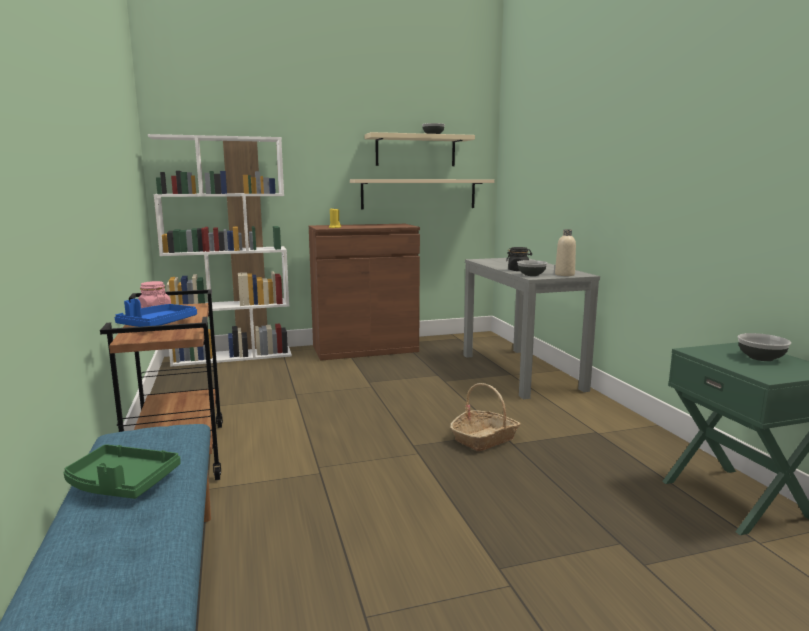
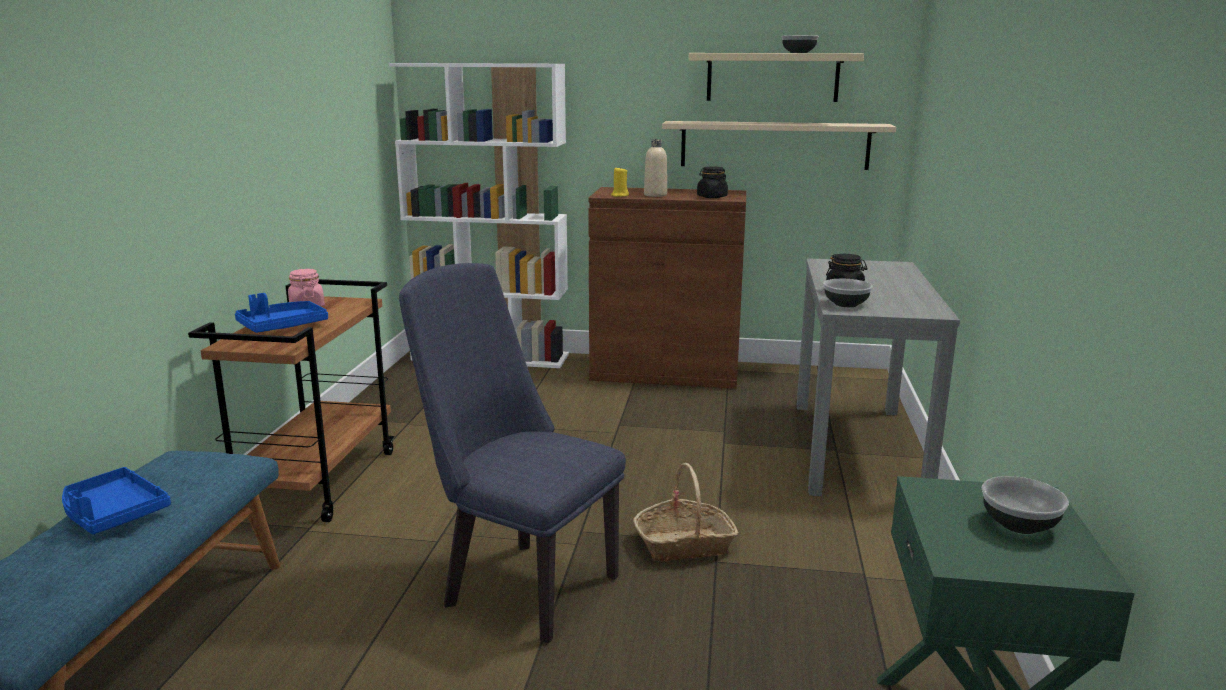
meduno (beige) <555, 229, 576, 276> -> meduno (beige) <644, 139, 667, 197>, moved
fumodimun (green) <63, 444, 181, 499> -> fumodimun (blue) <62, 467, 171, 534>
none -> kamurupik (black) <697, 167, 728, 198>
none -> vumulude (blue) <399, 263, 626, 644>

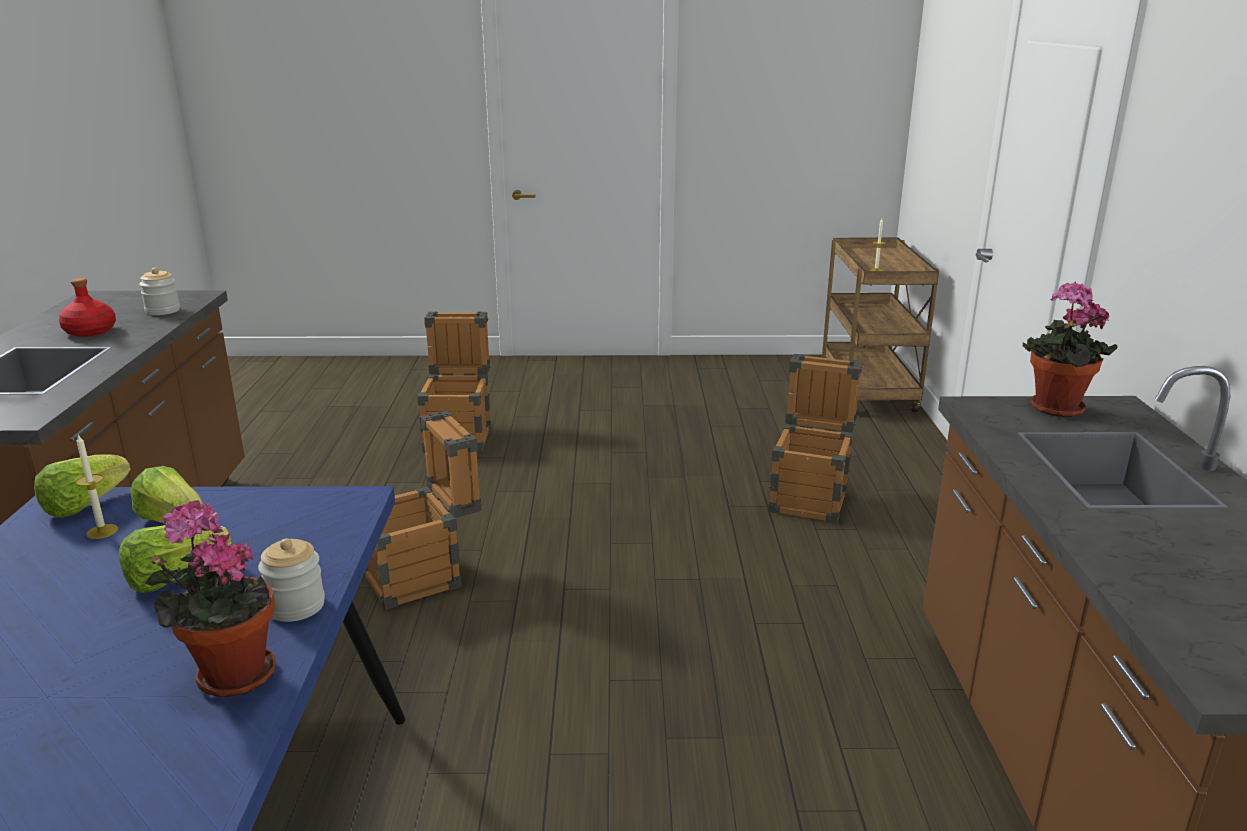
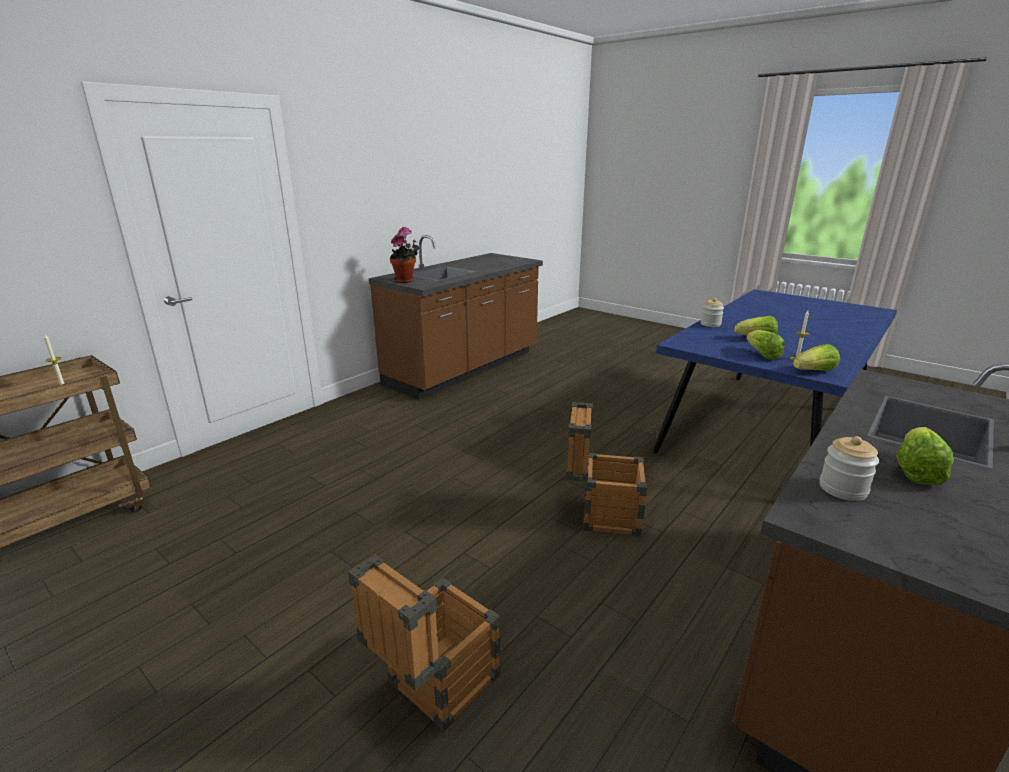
meduno (red) <59, 278, 116, 337> -> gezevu <896, 427, 954, 485>
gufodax <768, 354, 862, 523> -> none
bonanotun <145, 500, 276, 697> -> none

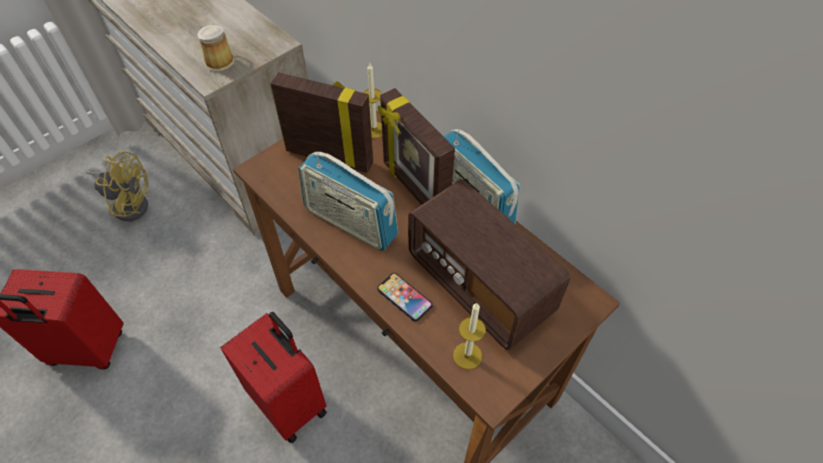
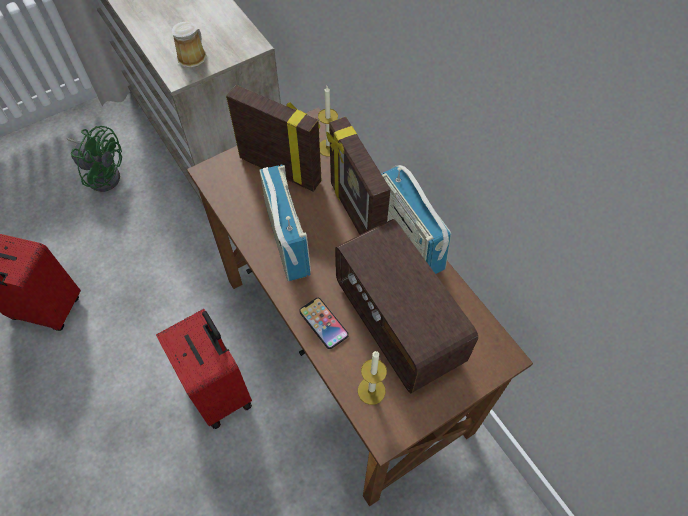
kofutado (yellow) <86, 152, 149, 222> -> kofutado (green) <67, 126, 122, 192>
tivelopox <299, 152, 398, 251> -> tivelopox <259, 165, 311, 281>, 150 degrees counterclockwise

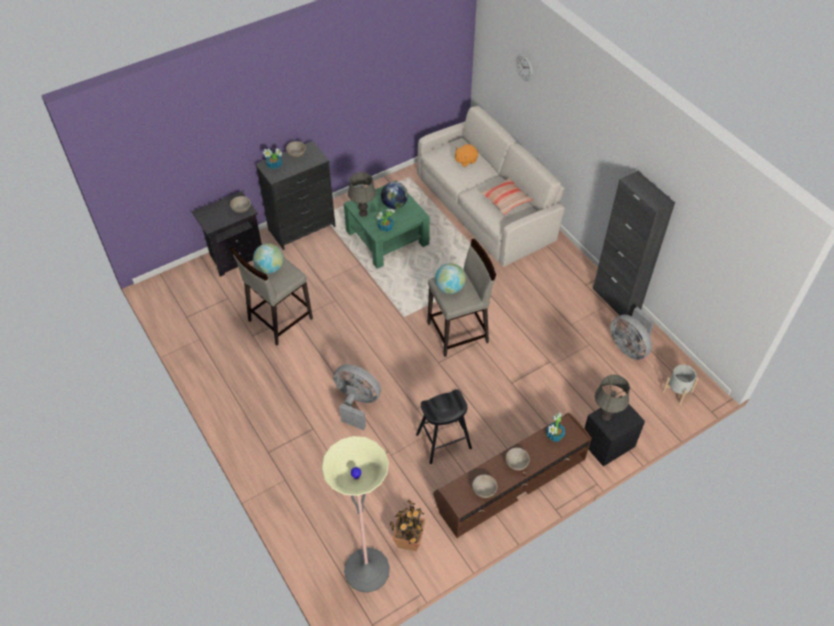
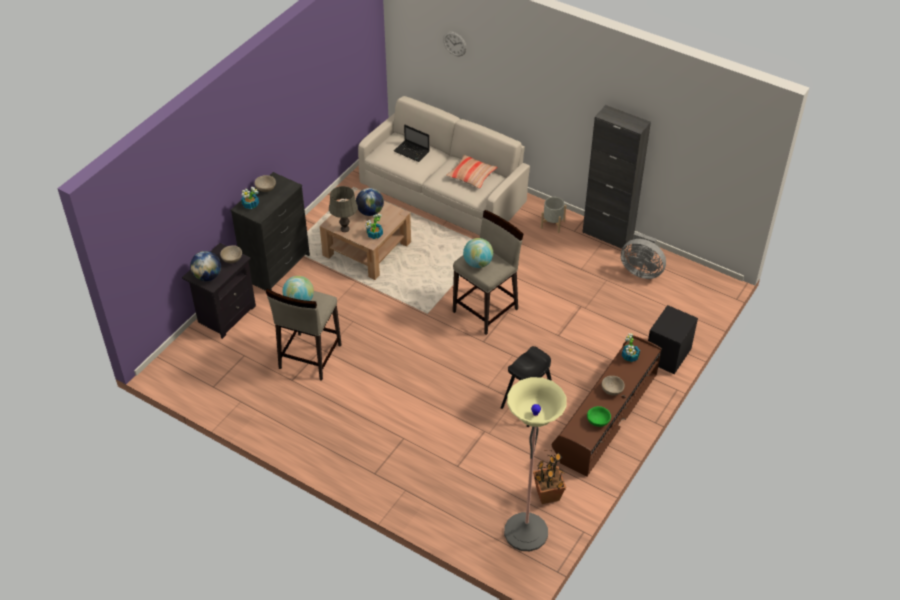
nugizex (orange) <455, 144, 478, 167> -> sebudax <394, 125, 429, 162>
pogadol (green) <344, 180, 430, 269> -> pogadol (brown) <320, 189, 411, 280>
kofutado (grey) <333, 364, 381, 430> -> none
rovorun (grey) <662, 365, 698, 405> -> rovorun (grey) <541, 197, 566, 233>, moved
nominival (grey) <595, 375, 630, 421> -> none
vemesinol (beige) <472, 474, 497, 498> -> vemesinol (green) <587, 406, 611, 427>
none -> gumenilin <190, 251, 221, 281>

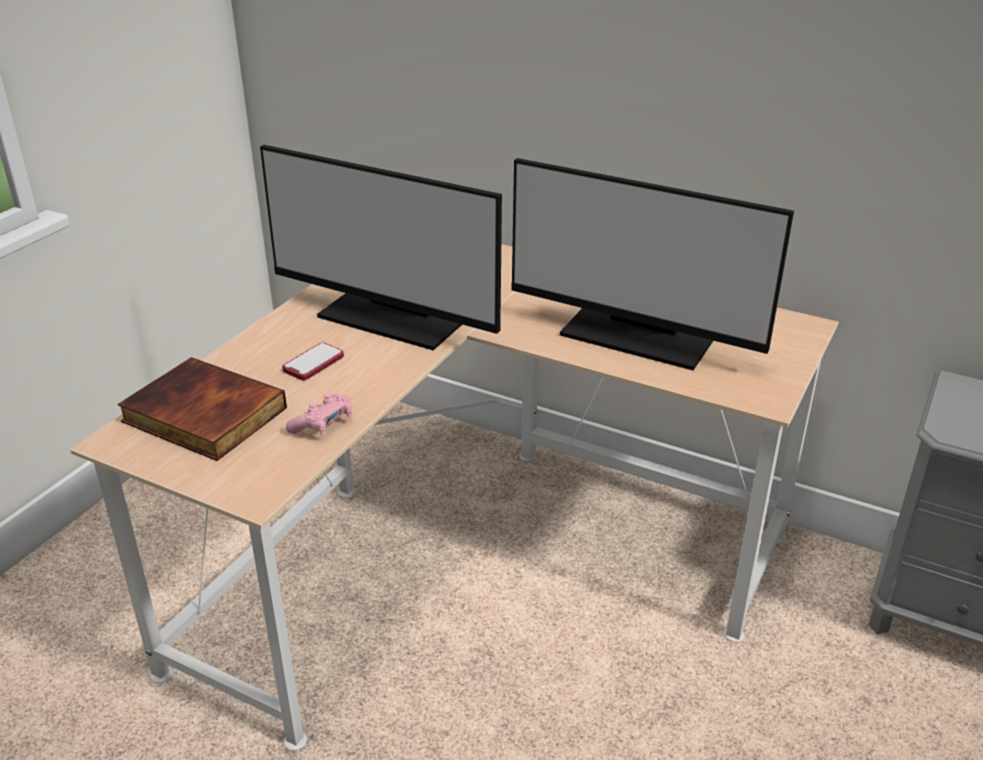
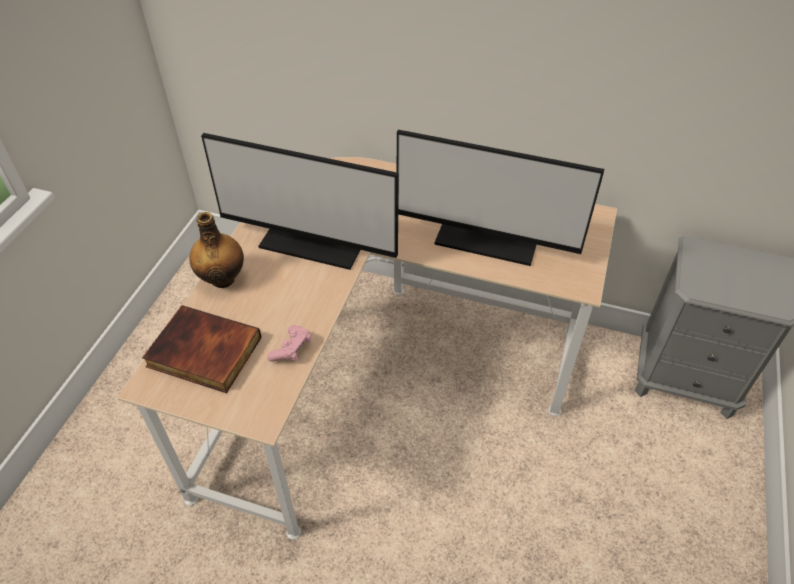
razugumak <282, 343, 344, 380> -> none
none -> meduno <189, 212, 244, 288>

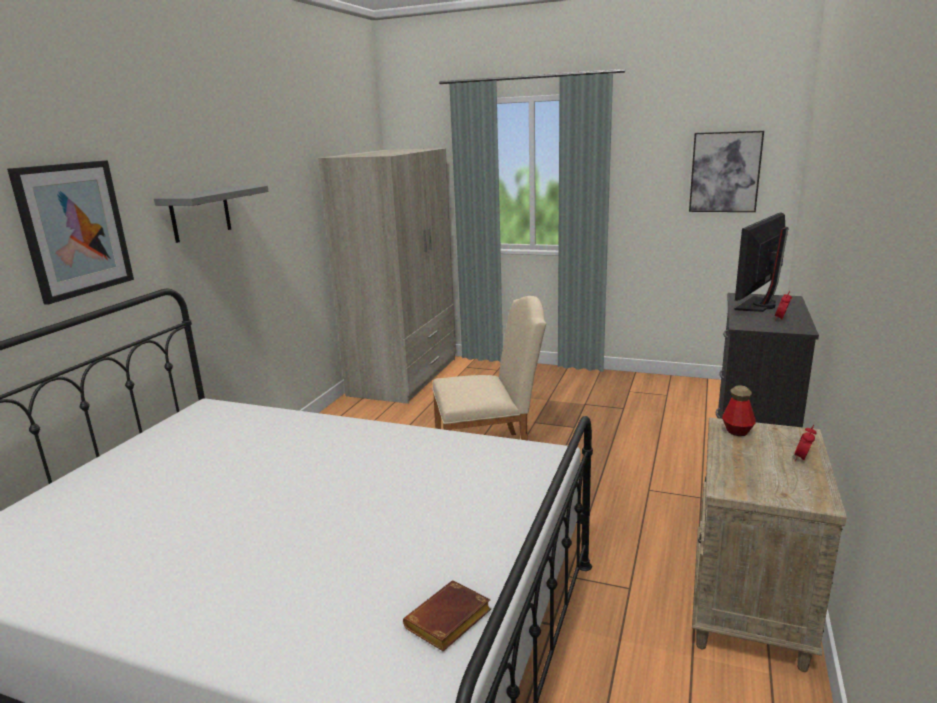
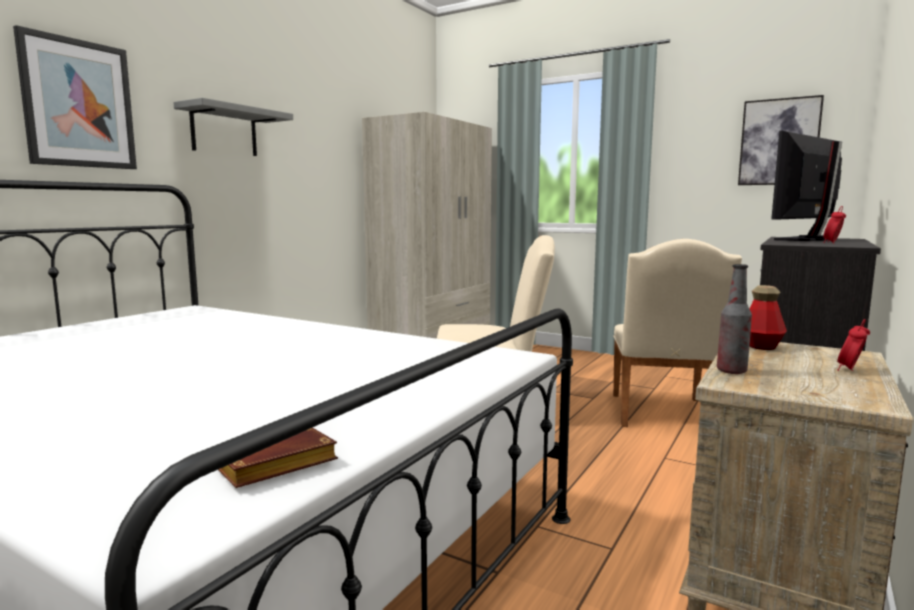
none -> vumulude (beige) <613, 239, 742, 427>
none -> meduno <717, 264, 752, 374>

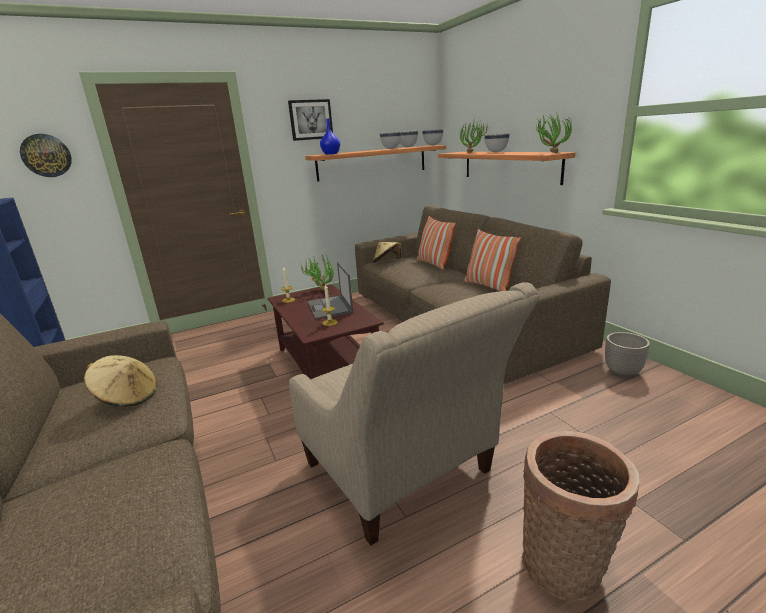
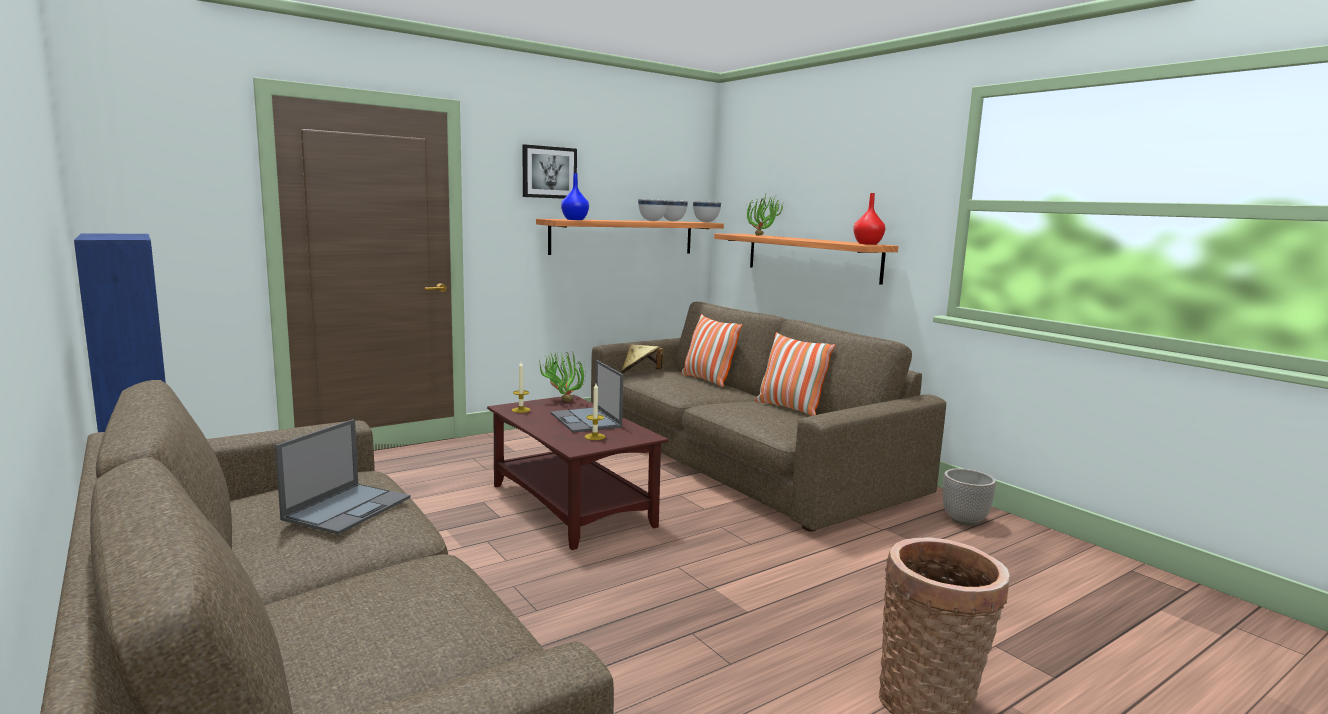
bonanotun <536, 112, 572, 153> -> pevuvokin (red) <853, 193, 885, 245>
vemesinol (white) <484, 133, 510, 152> -> none
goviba <20, 134, 72, 177> -> none
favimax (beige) <289, 282, 539, 545> -> none
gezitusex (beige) <84, 355, 157, 407> -> sebudax <275, 419, 410, 535>

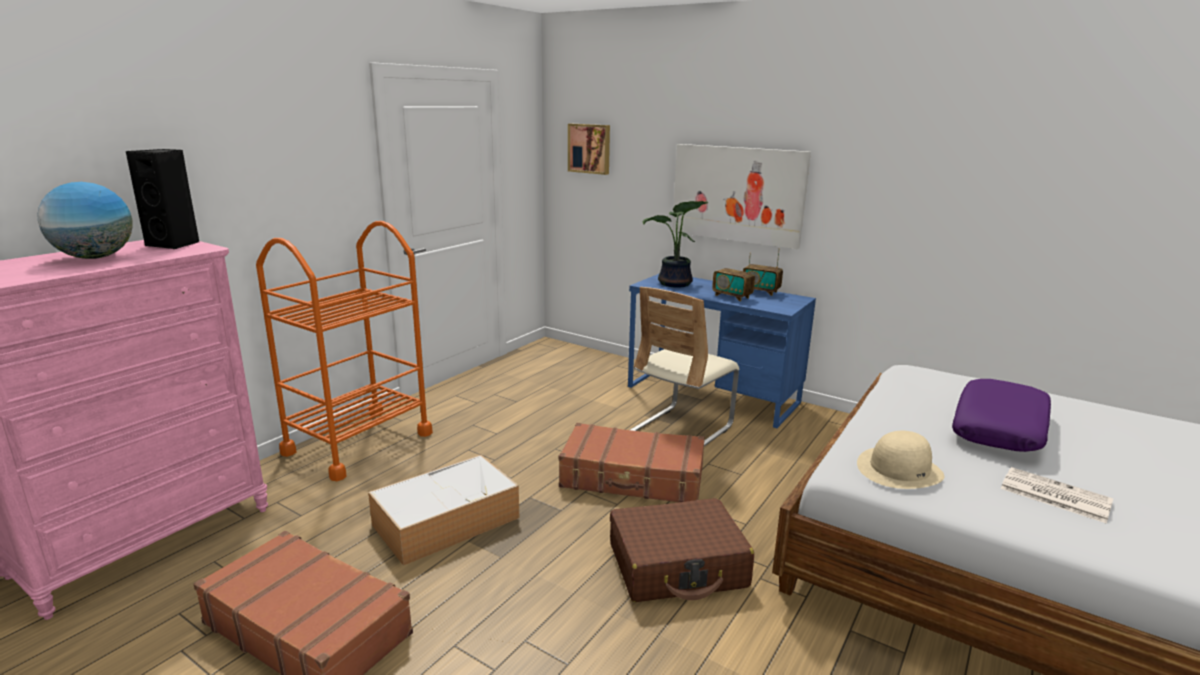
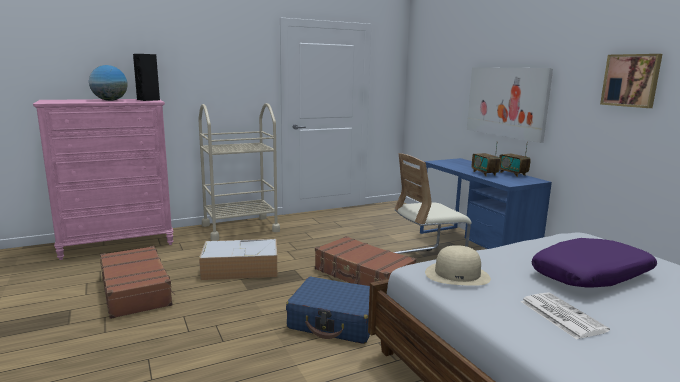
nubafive <568, 124, 610, 175> -> nubafive <600, 54, 662, 108>, moved
bonanotun <643, 201, 708, 288> -> none
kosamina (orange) <256, 221, 433, 481> -> kosamina (beige) <198, 103, 280, 241>
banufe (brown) <610, 498, 754, 602> -> banufe (blue) <286, 277, 370, 344>

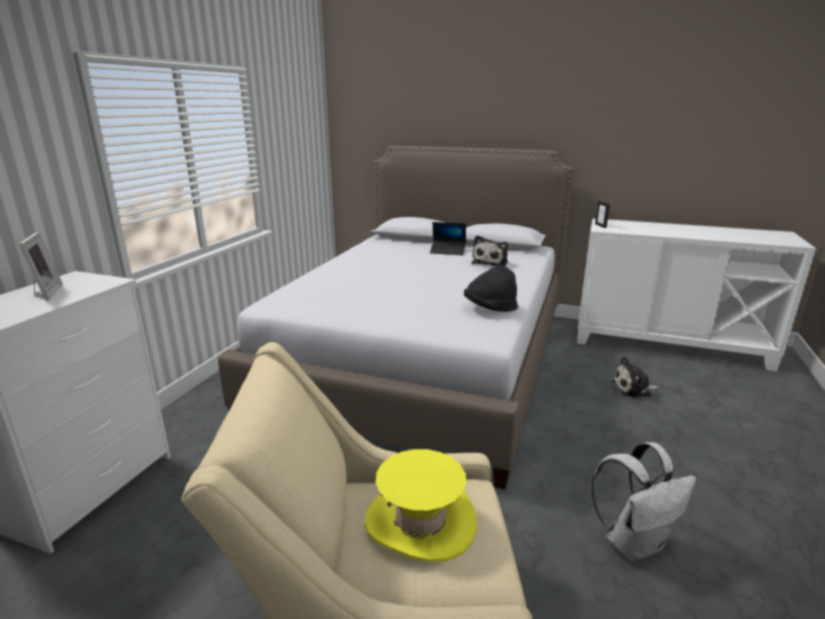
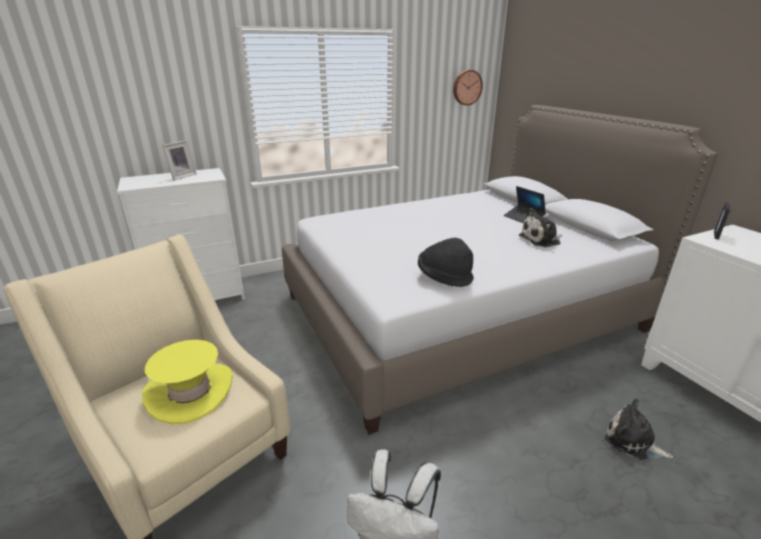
none -> goviba <453, 70, 483, 105>

